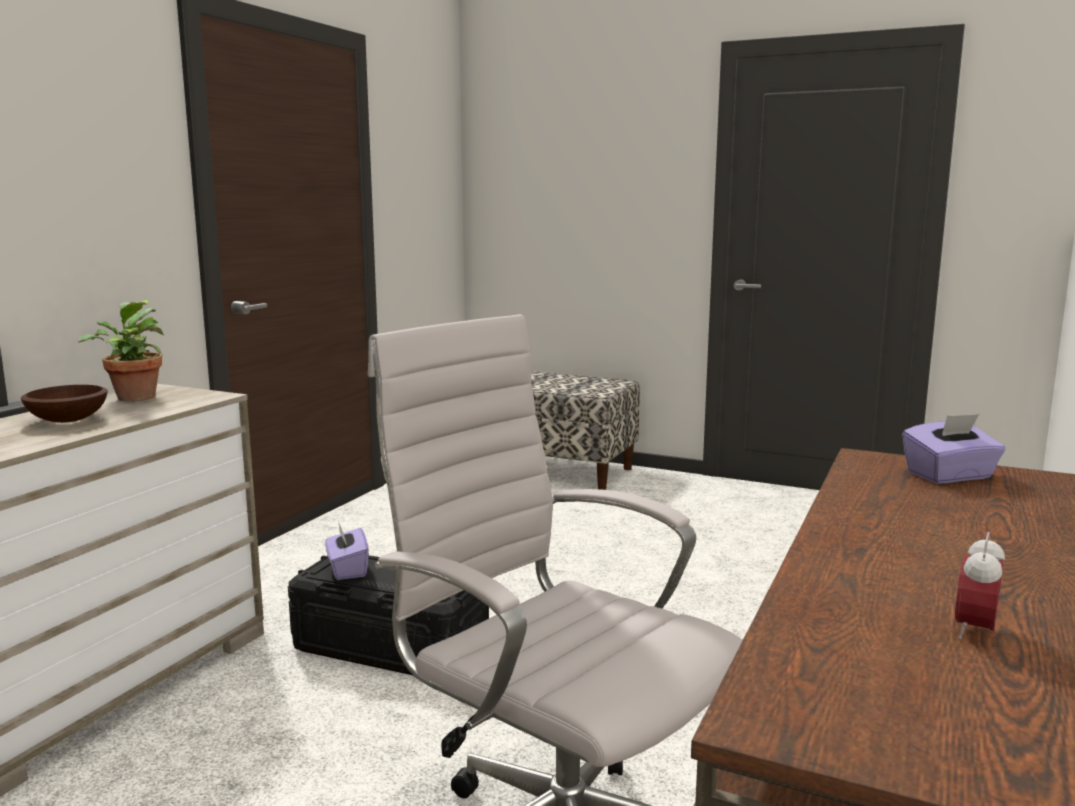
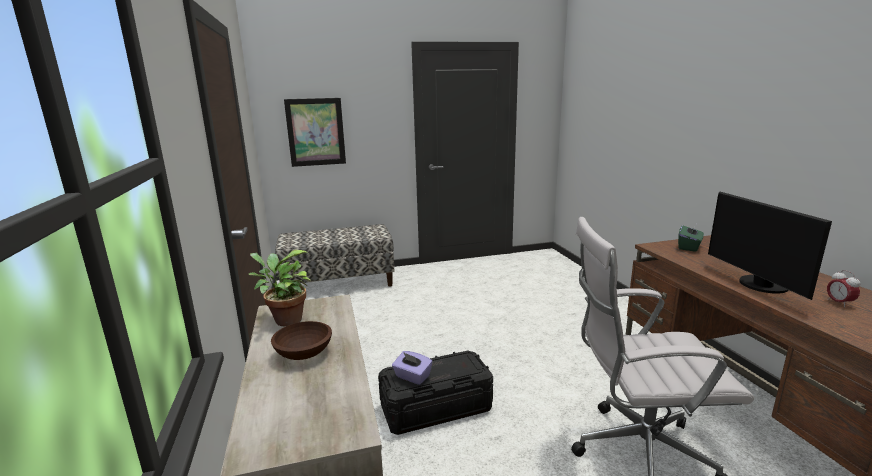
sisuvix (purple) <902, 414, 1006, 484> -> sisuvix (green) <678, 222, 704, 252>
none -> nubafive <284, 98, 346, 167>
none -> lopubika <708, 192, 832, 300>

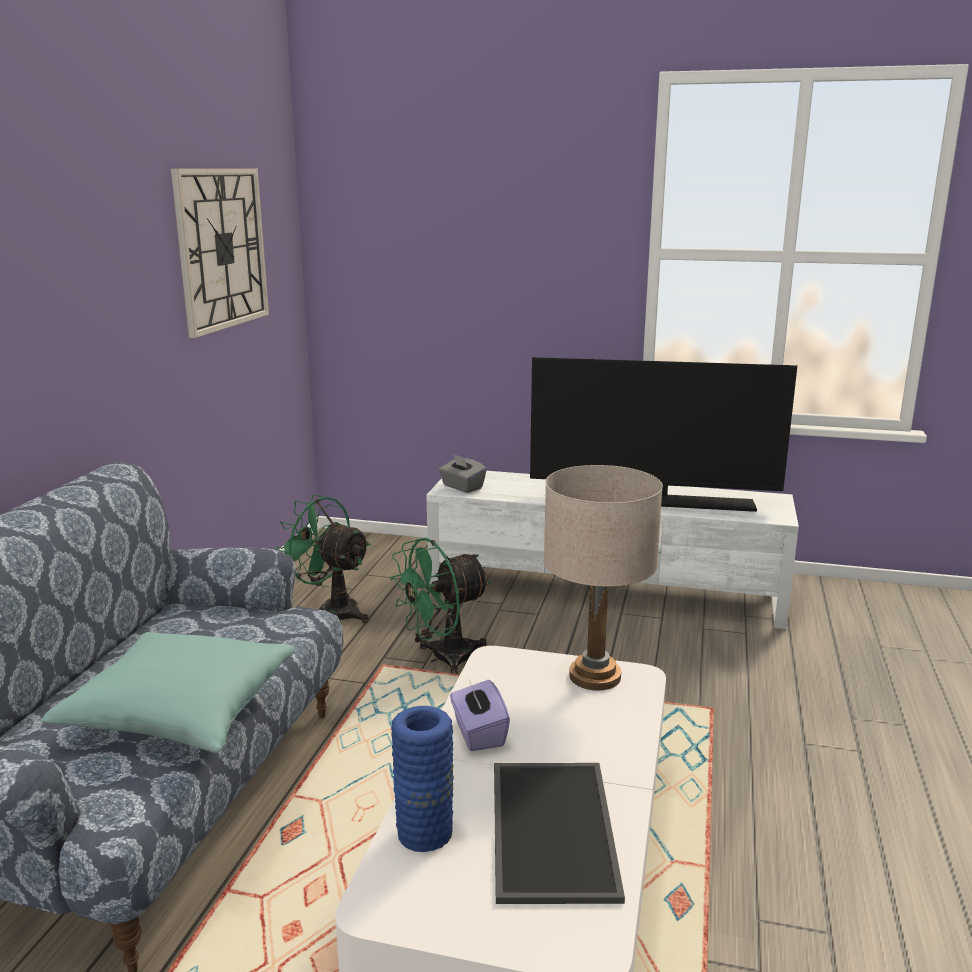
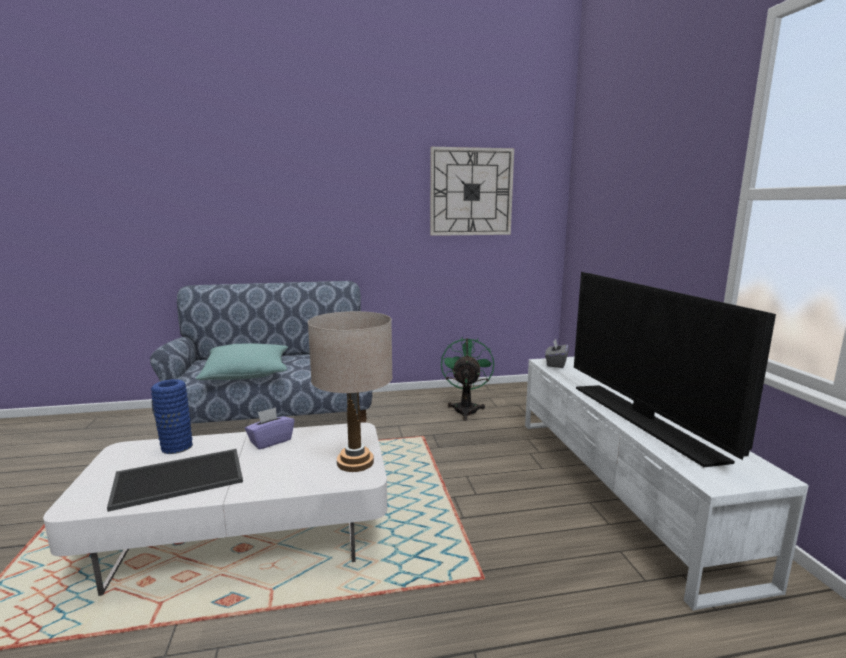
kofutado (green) <390, 538, 490, 674> -> none

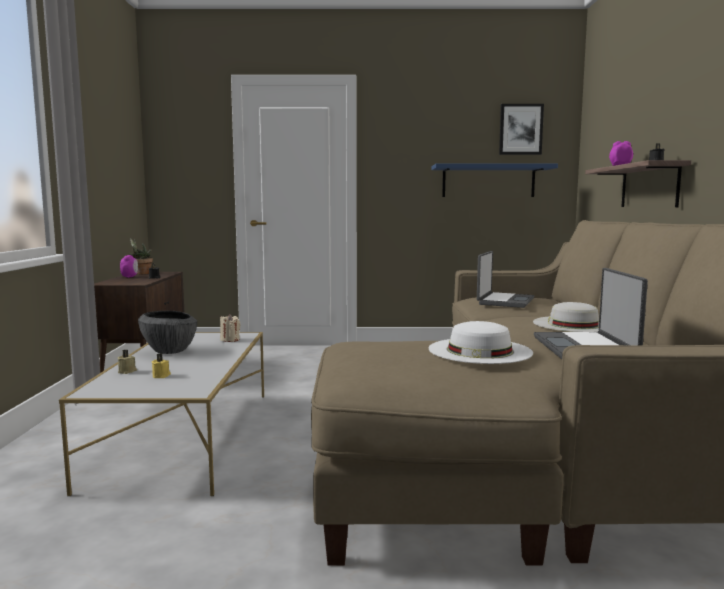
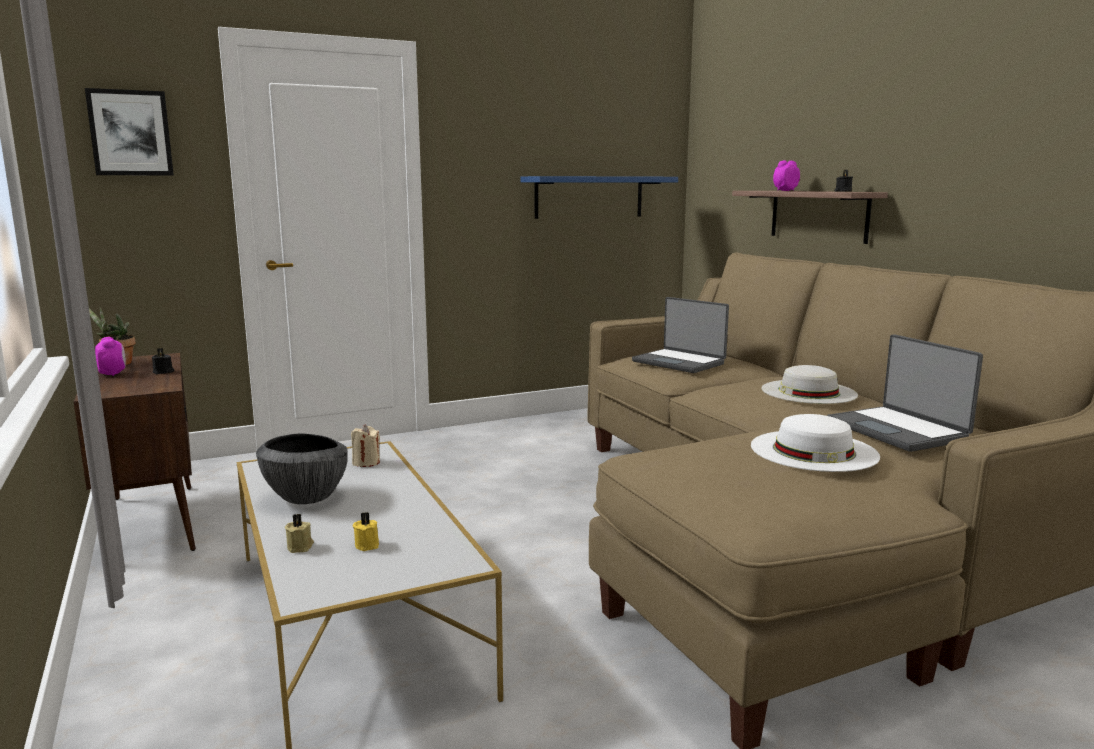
nubafive <499, 104, 544, 155> -> nubafive <85, 88, 174, 176>, moved
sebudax <477, 251, 534, 308> -> sebudax <632, 297, 729, 373>, 135 degrees clockwise

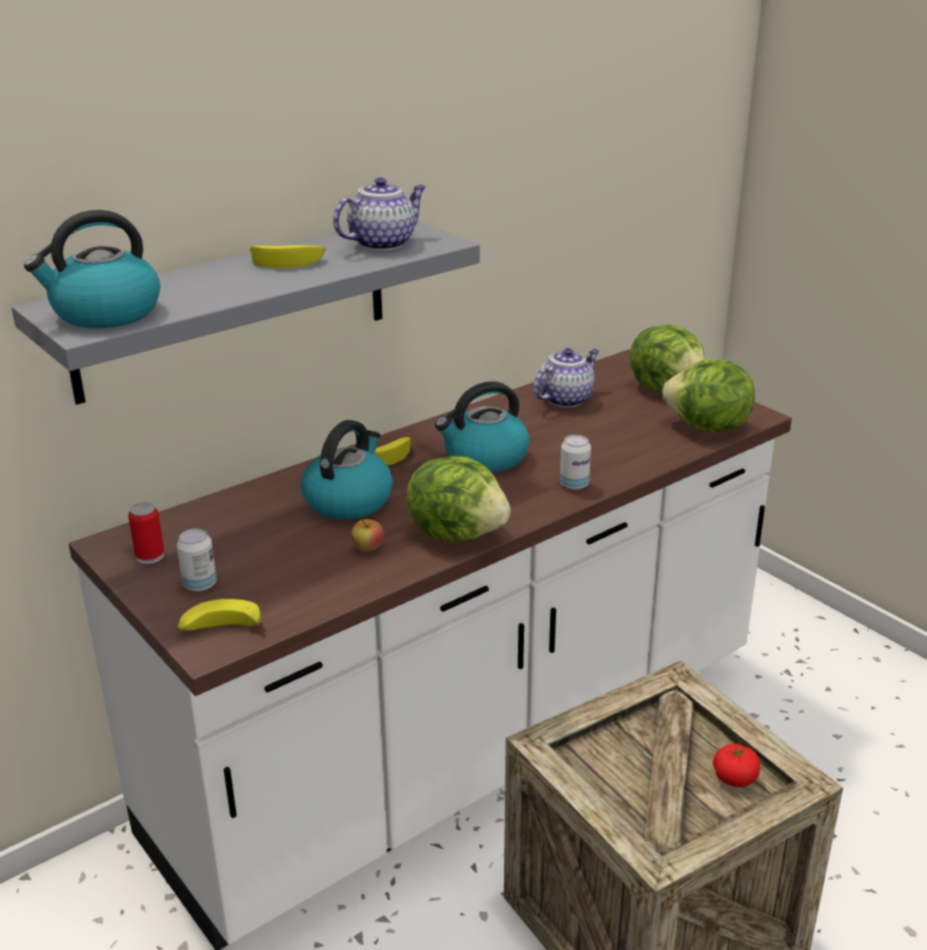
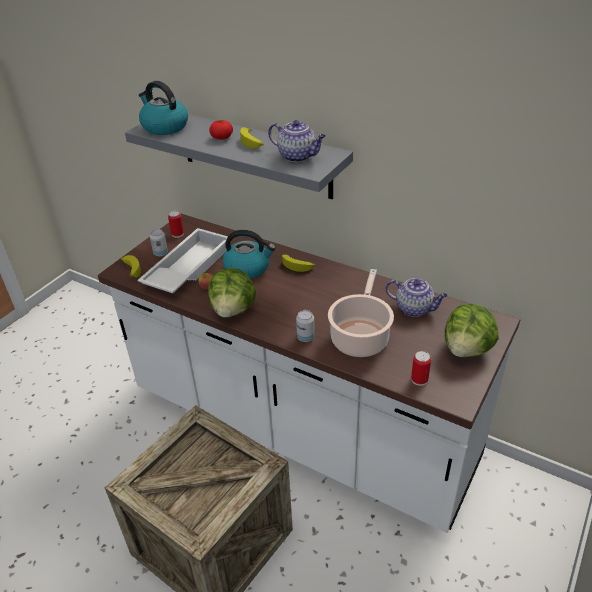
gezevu <662, 359, 755, 432> -> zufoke <411, 351, 431, 386>
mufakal <435, 381, 530, 473> -> none
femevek <713, 744, 760, 787> -> femevek <209, 120, 233, 140>, moved
none -> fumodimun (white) <137, 228, 228, 293>
none -> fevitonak <328, 269, 394, 357>

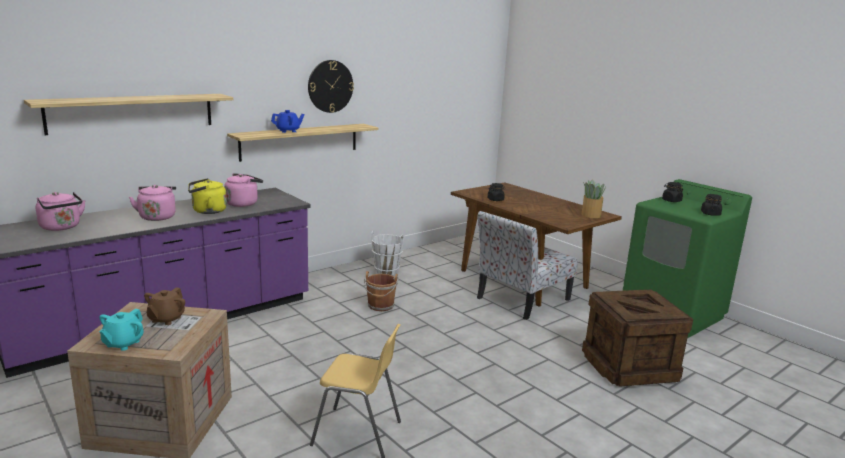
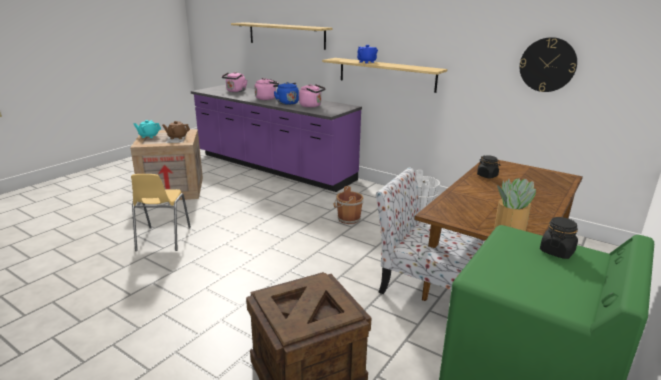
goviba <308, 60, 354, 113> -> goviba <520, 37, 577, 92>, moved
mufakal (yellow) <188, 178, 227, 214> -> mufakal (blue) <273, 82, 299, 105>
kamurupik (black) <701, 194, 722, 216> -> none

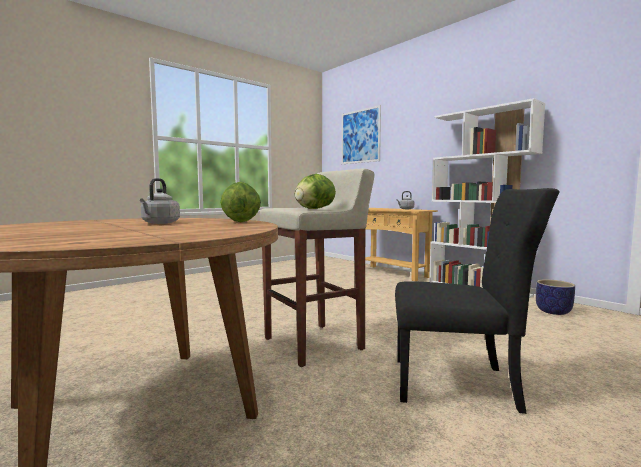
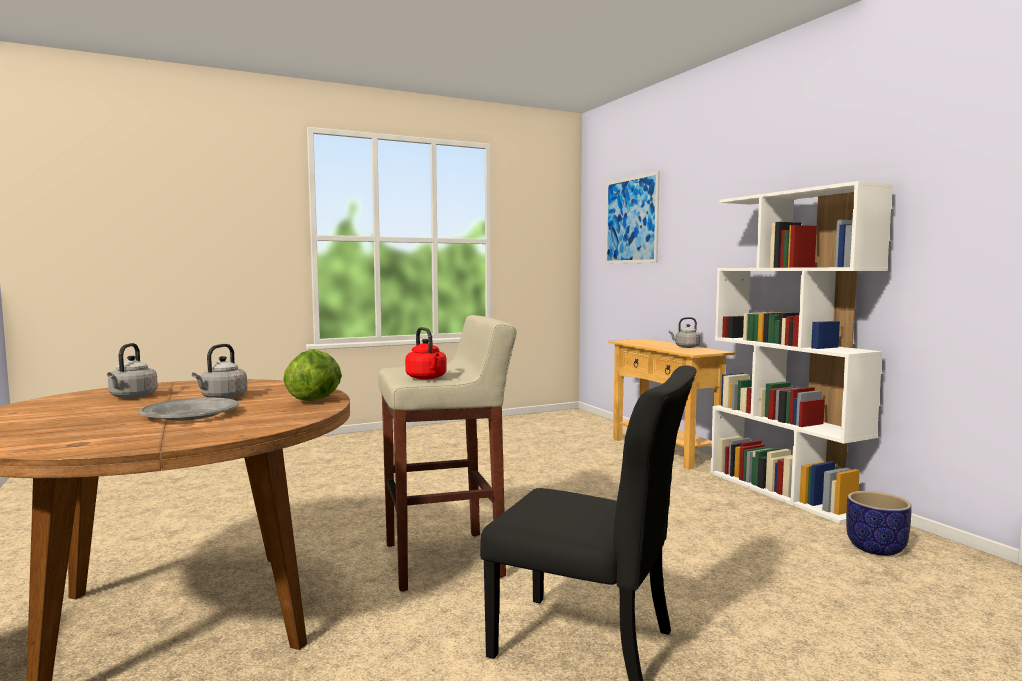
gezevu <295, 174, 336, 209> -> mufakal (red) <405, 327, 447, 380>
none -> mufakal (grey) <107, 343, 158, 398>
none -> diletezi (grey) <140, 398, 239, 421>

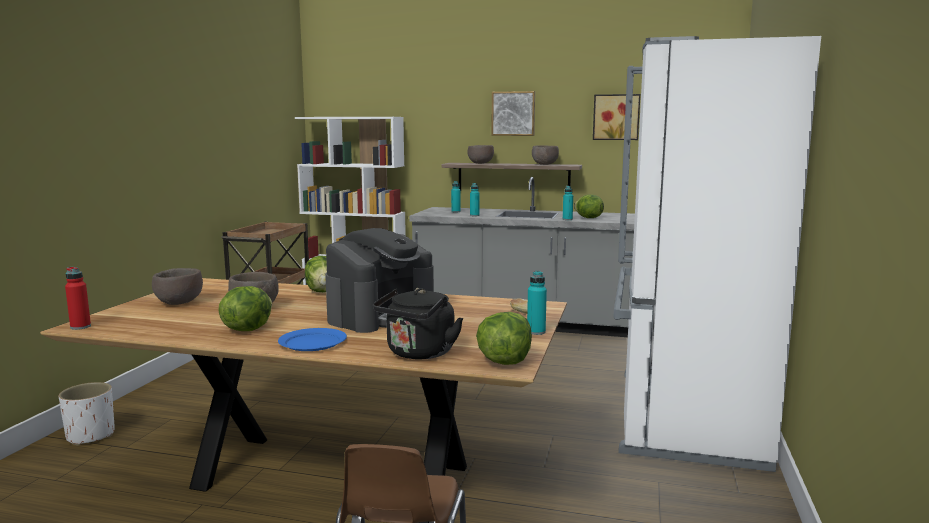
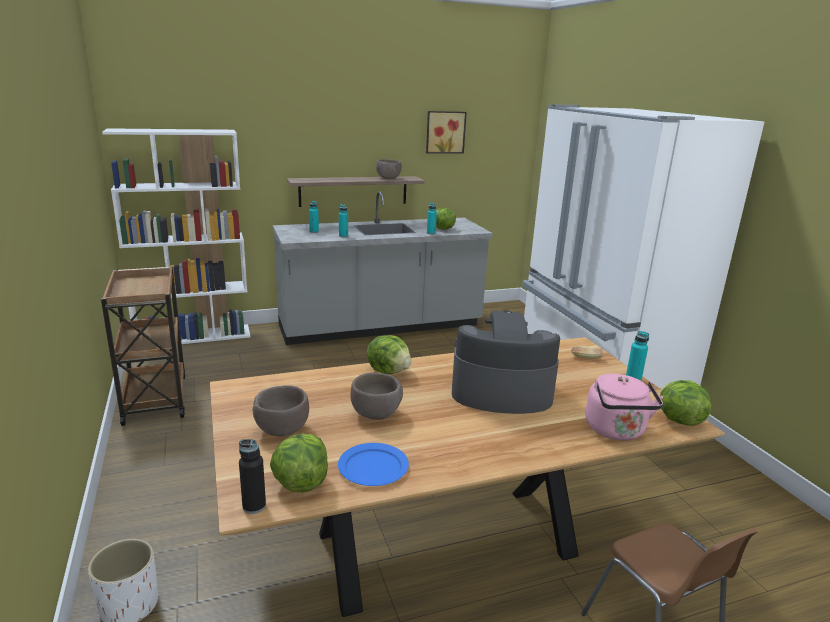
nubafive <491, 91, 535, 136> -> none
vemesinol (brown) <467, 145, 494, 164> -> none
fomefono <325, 228, 434, 333> -> fomefono <452, 310, 560, 414>, 90 degrees counterclockwise
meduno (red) <65, 267, 91, 330> -> meduno (black) <239, 439, 266, 514>
gezevu <218, 286, 272, 331> -> gezevu <270, 434, 328, 492>, moved
mufakal (black) <373, 288, 463, 359> -> mufakal (pink) <585, 374, 663, 441>
diletezi (blue) <278, 328, 347, 351> -> diletezi (blue) <338, 443, 409, 486>, moved

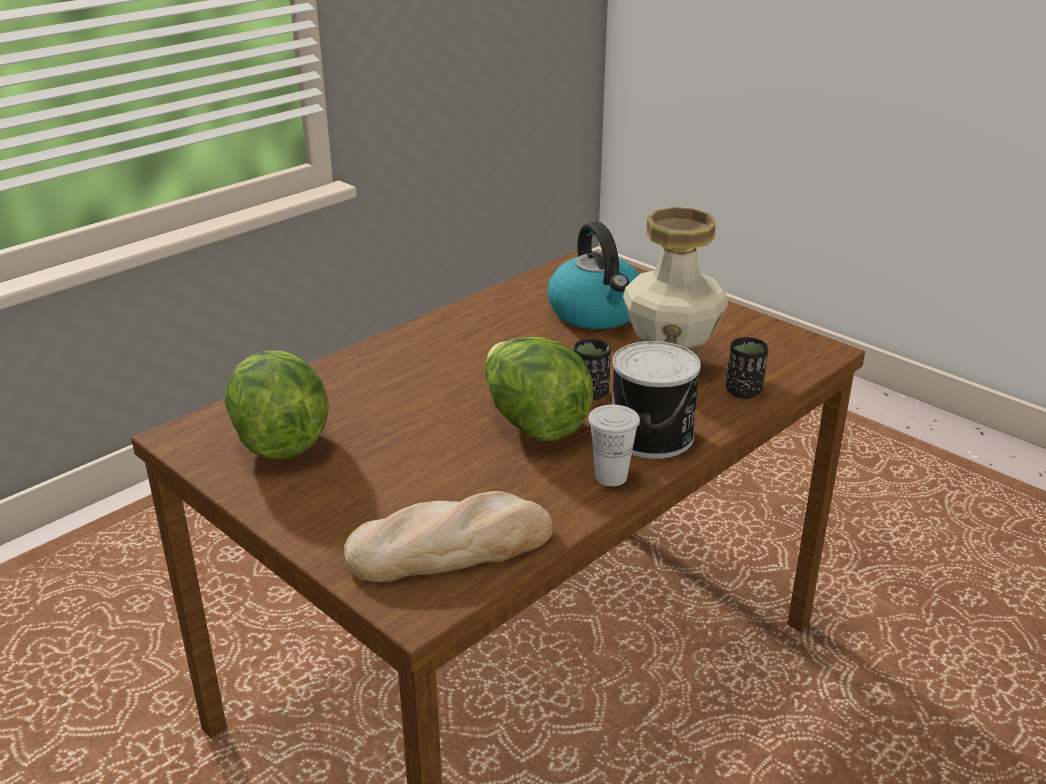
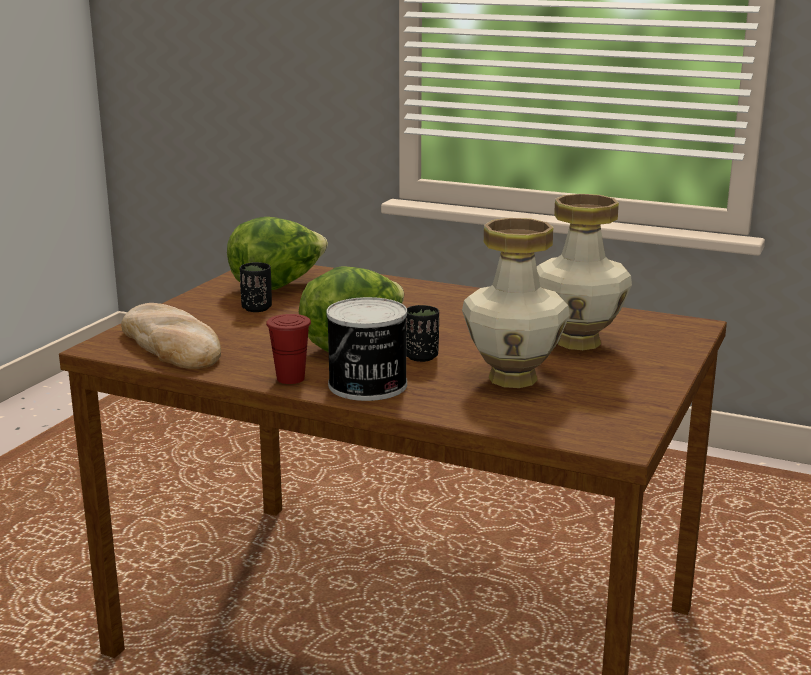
mufakal <547, 222, 639, 329> -> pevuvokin <537, 194, 632, 350>
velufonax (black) <726, 337, 768, 399> -> velufonax (black) <240, 262, 272, 312>, moved
velufonax (white) <588, 405, 640, 486> -> velufonax (red) <266, 314, 311, 384>

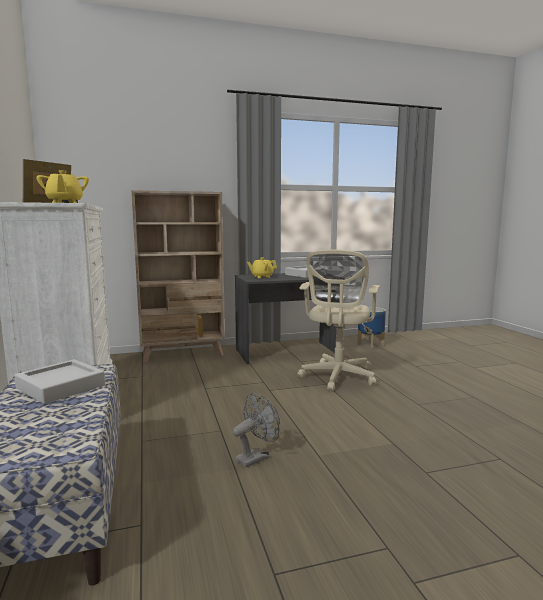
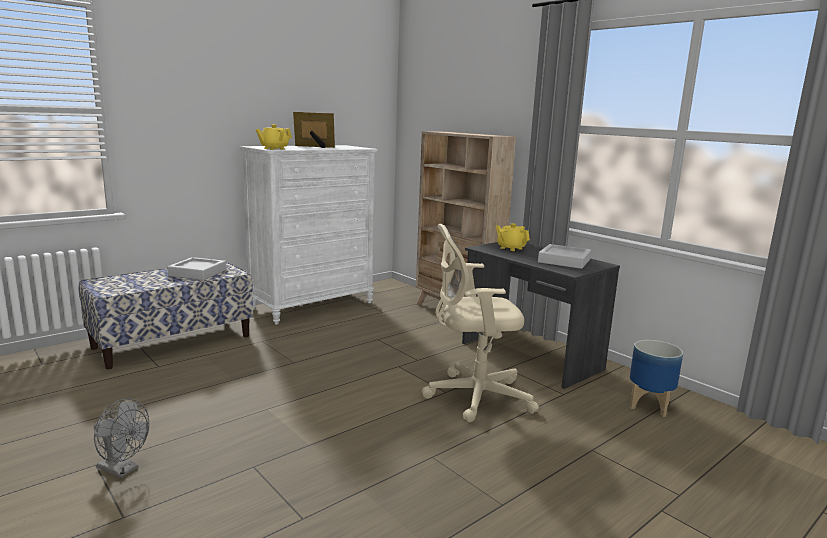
kofutado (grey) <232, 393, 280, 468> -> kofutado (grey) <94, 399, 149, 478>, moved

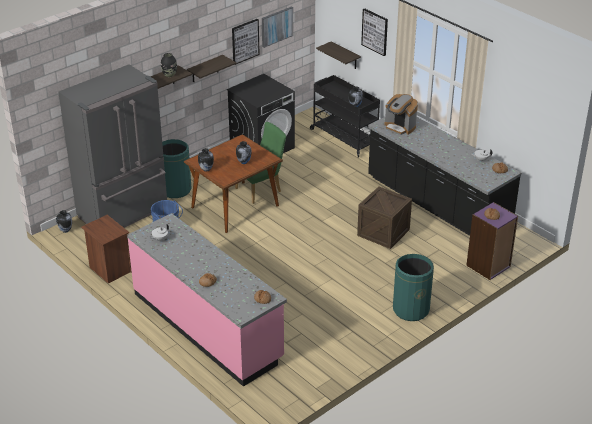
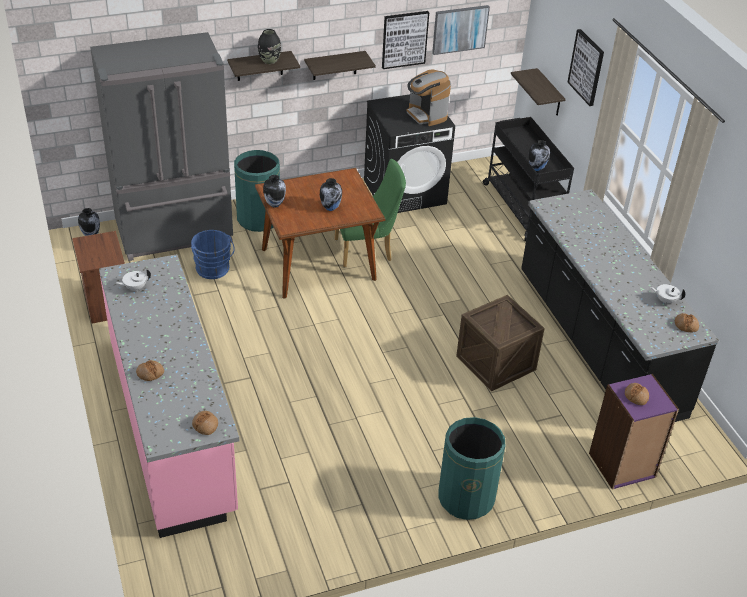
fomefono <385, 94, 418, 135> -> fomefono <406, 69, 451, 126>, moved

